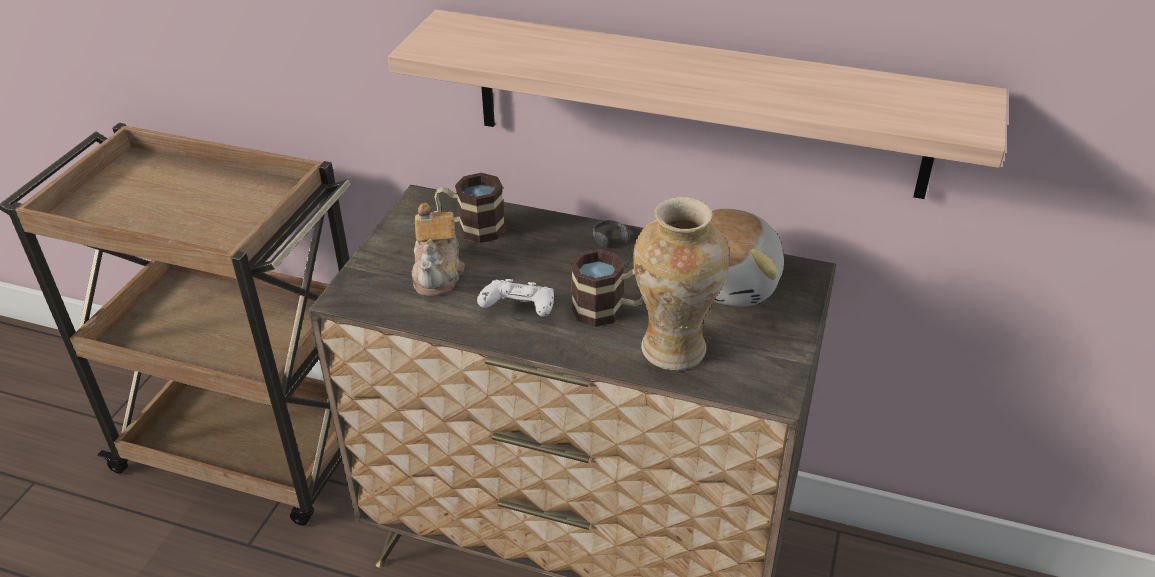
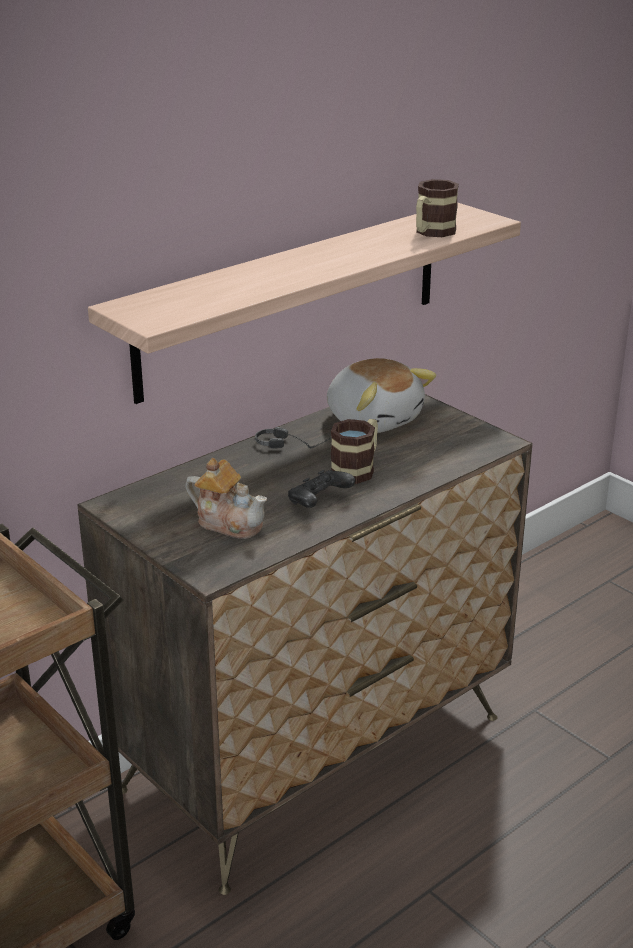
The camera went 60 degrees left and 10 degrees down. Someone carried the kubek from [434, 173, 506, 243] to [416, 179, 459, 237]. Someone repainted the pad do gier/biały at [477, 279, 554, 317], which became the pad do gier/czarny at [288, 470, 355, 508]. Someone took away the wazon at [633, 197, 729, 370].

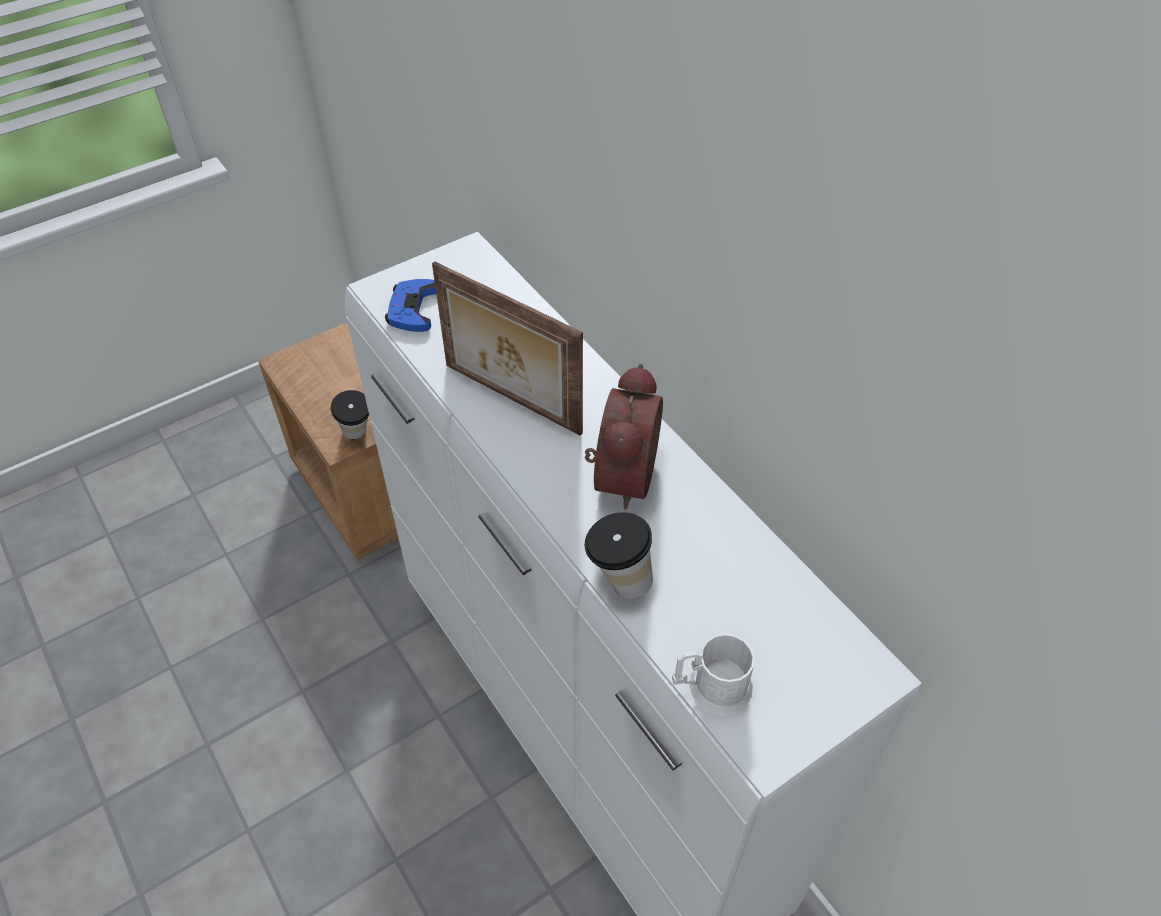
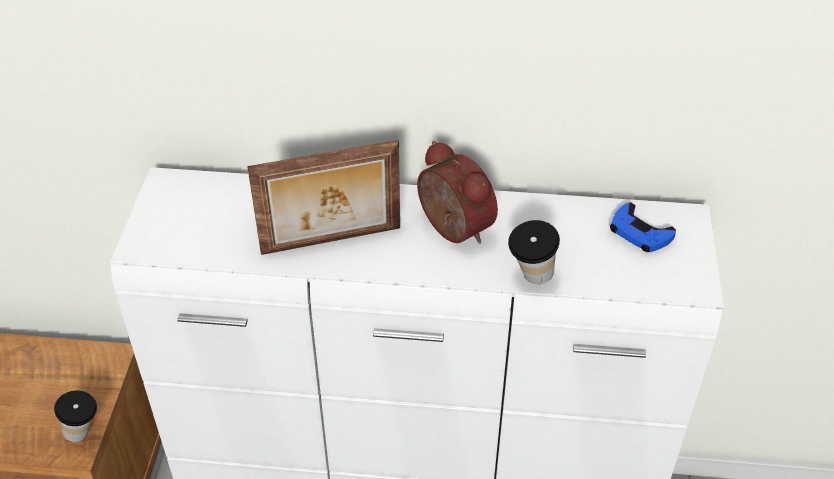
The camera went 50 degrees left and 5 degrees down. Someone carried the pad do gier/niebieski from [385, 279, 436, 332] to [610, 202, 676, 252]. Someone took away the kubek/biały at [672, 633, 755, 715].

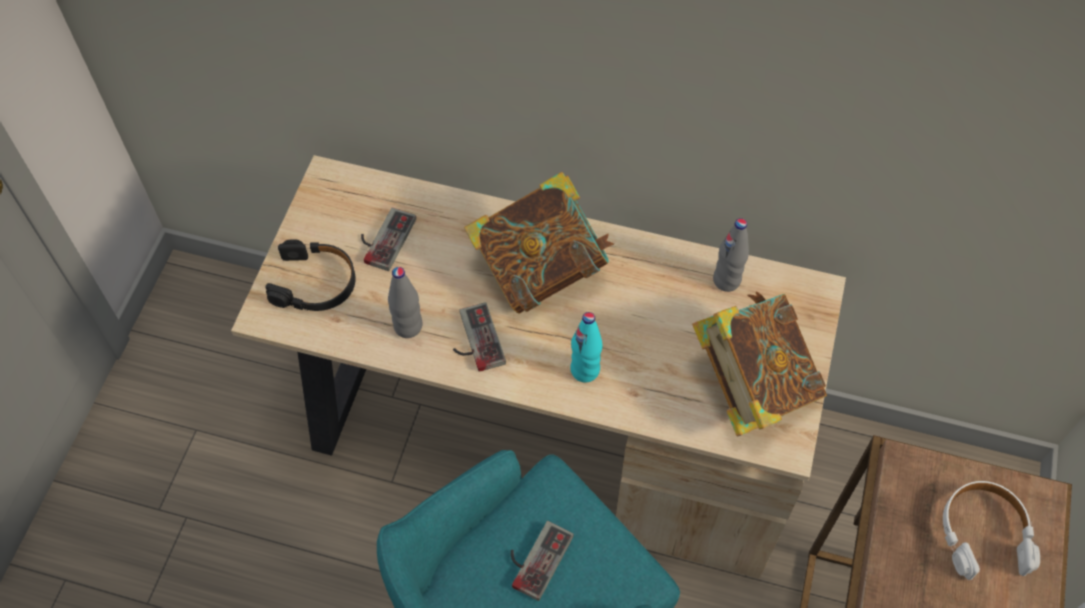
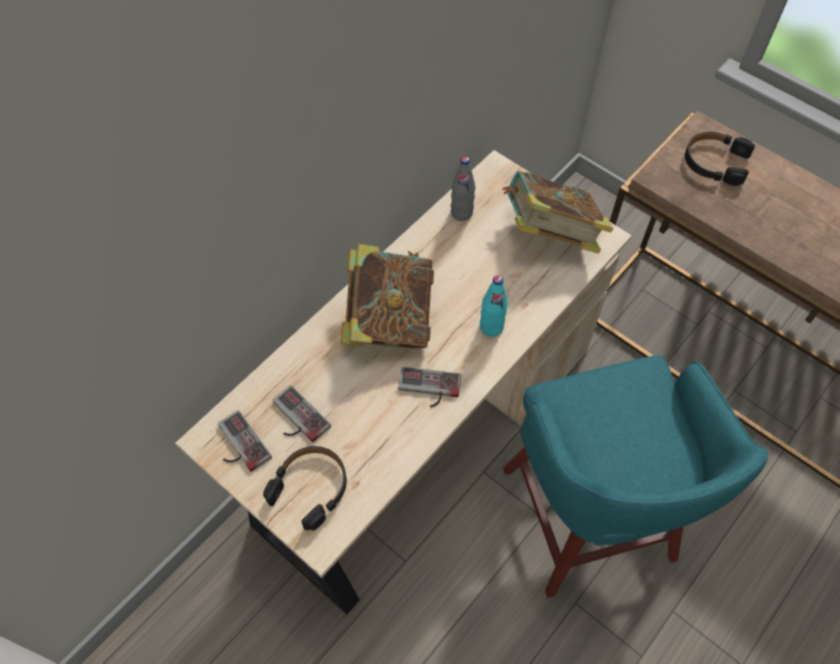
The camera went 65 degrees left and 0 degrees up. Someone took away the butelka/szary at [388, 267, 422, 338]. Someone carried the pad do gier from [511, 521, 574, 601] to [218, 410, 272, 472]. Someone repainted the słuchawki/biały at [943, 481, 1040, 580], which became the słuchawki/czarny at [685, 132, 755, 186].

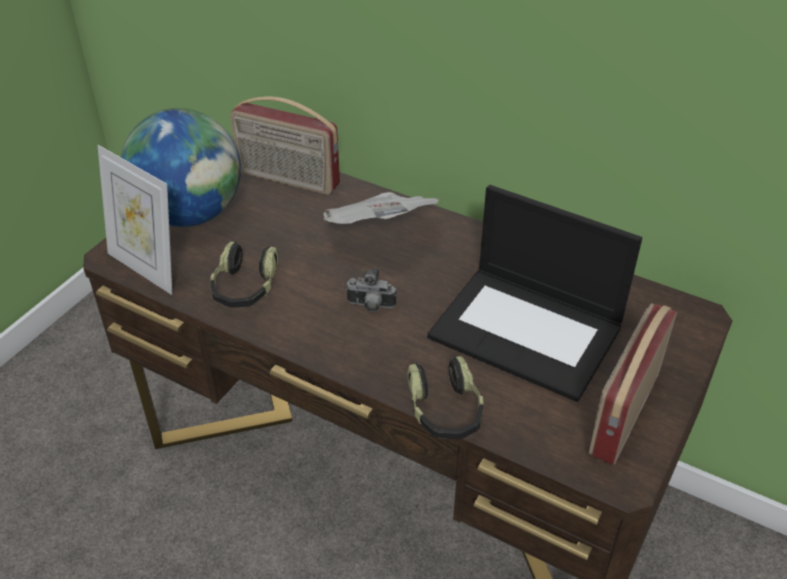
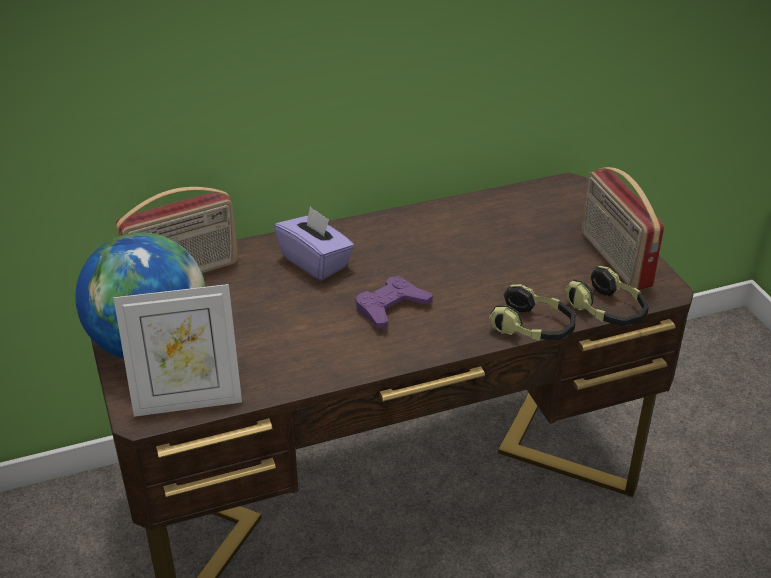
The camera went 50 degrees left and 5 degrees down. Someone carried the słuchawki from [210, 241, 278, 308] to [565, 266, 649, 326]. Someone swapped the gazeta at [323, 192, 439, 224] for the pudełko chusteczek/fioletowy at [274, 206, 354, 281]. Someone swapped the aparat fotograficzny at [346, 267, 396, 312] for the pad do gier/fioletowy at [356, 276, 433, 329]. Someone took away the laptop at [427, 185, 642, 402].

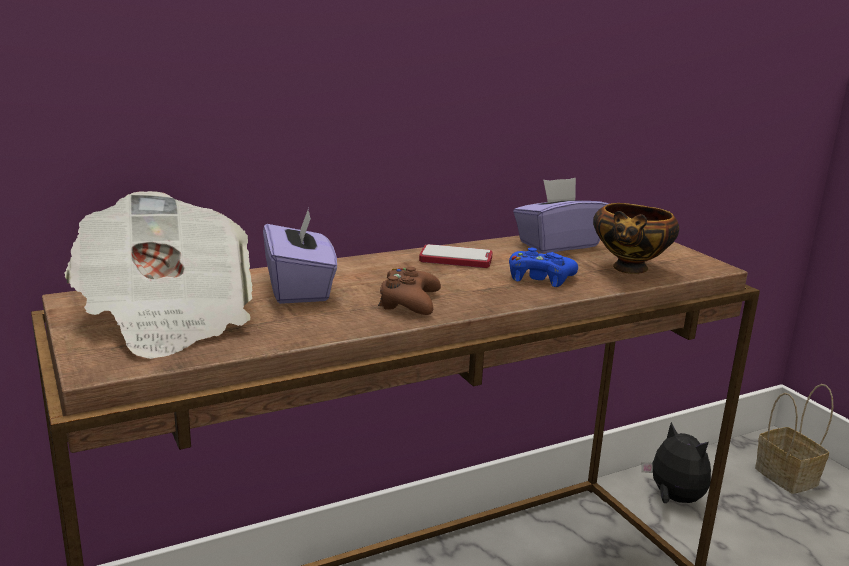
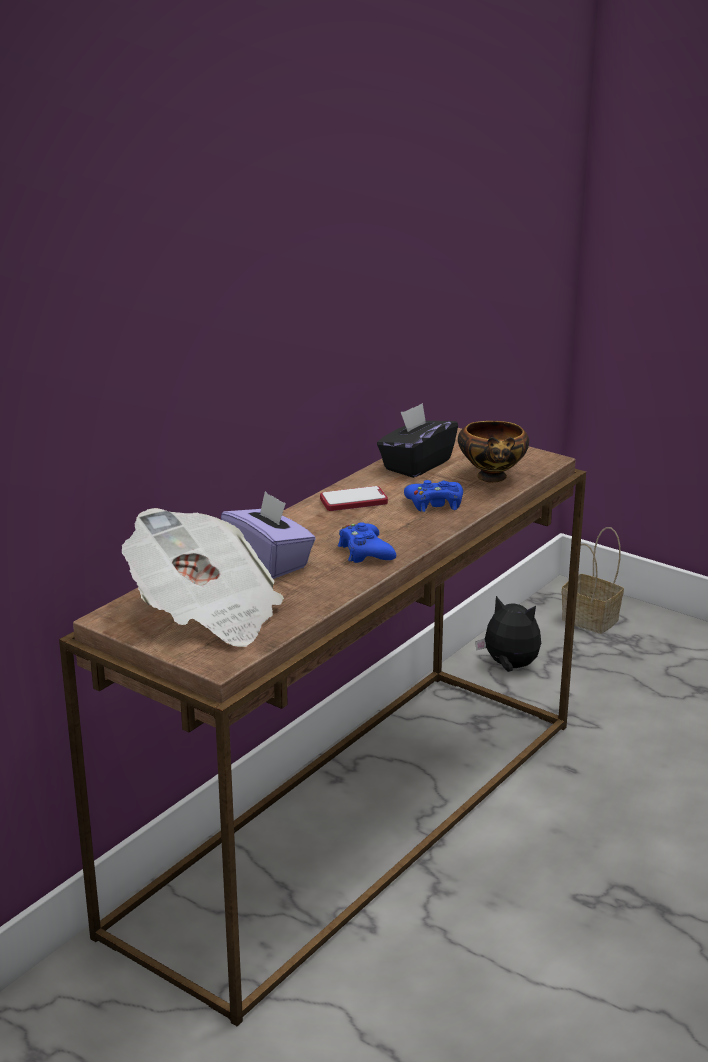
The camera went 25 degrees left and 5 degrees up. Someone repainted the pad do gier/brązowy at [378, 267, 441, 315], which became the pad do gier/niebieski at [338, 522, 396, 563]. Someone repainted the pudełko chusteczek/fioletowy at [513, 178, 609, 253], which became the pudełko chusteczek/czarny at [377, 403, 458, 478].

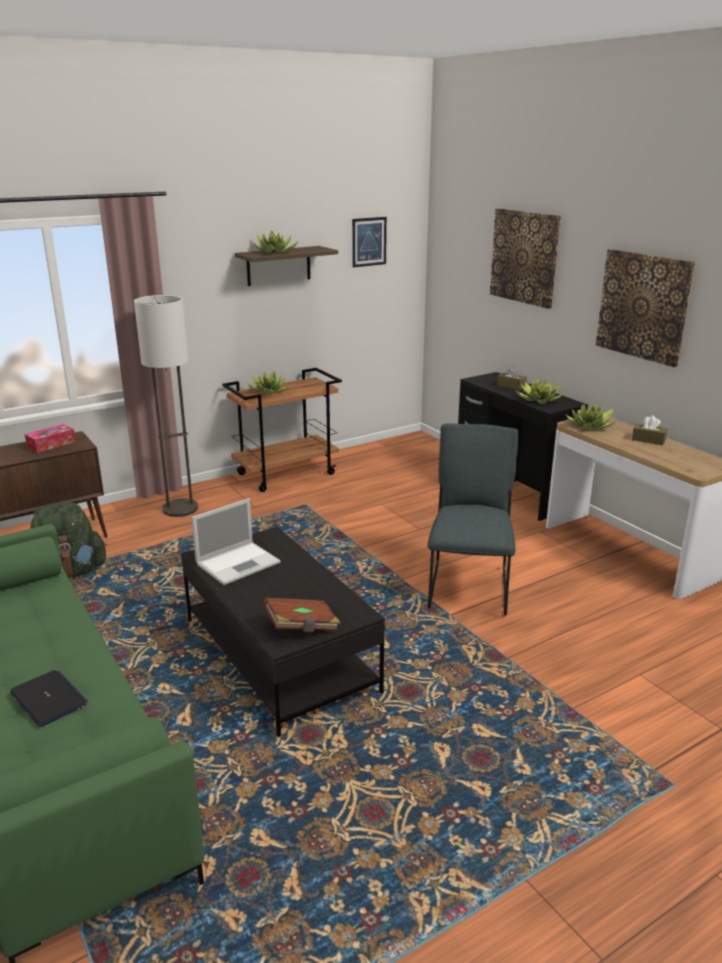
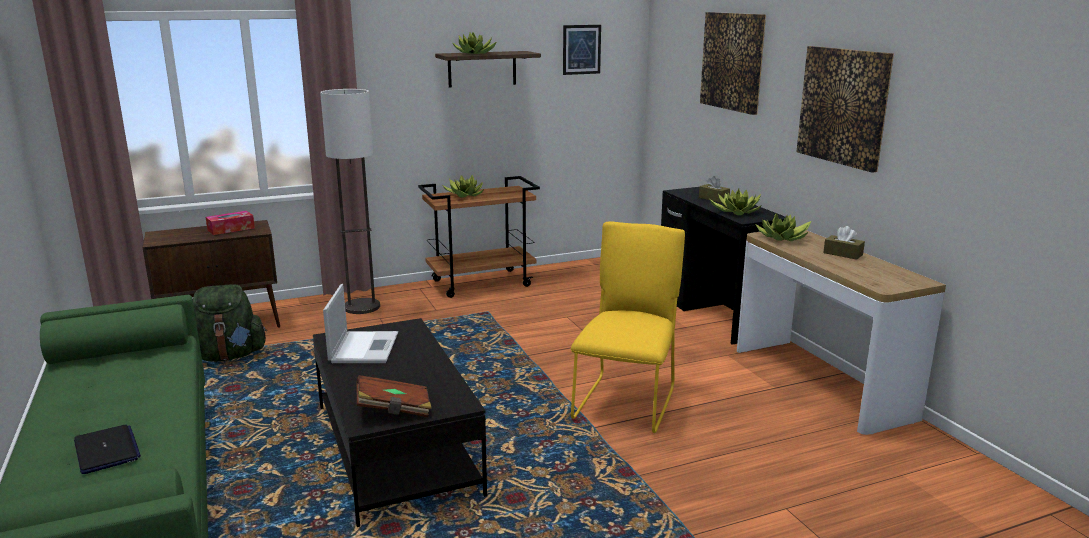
The camera went 10 degrees right and 5 degrees down. Someone rotated the laptop at [191, 498, 281, 585] by 60 degrees counterclockwise. Someone repainted the krzesło/szary at [428, 423, 519, 616], which became the krzesło/żółty at [571, 221, 685, 433].

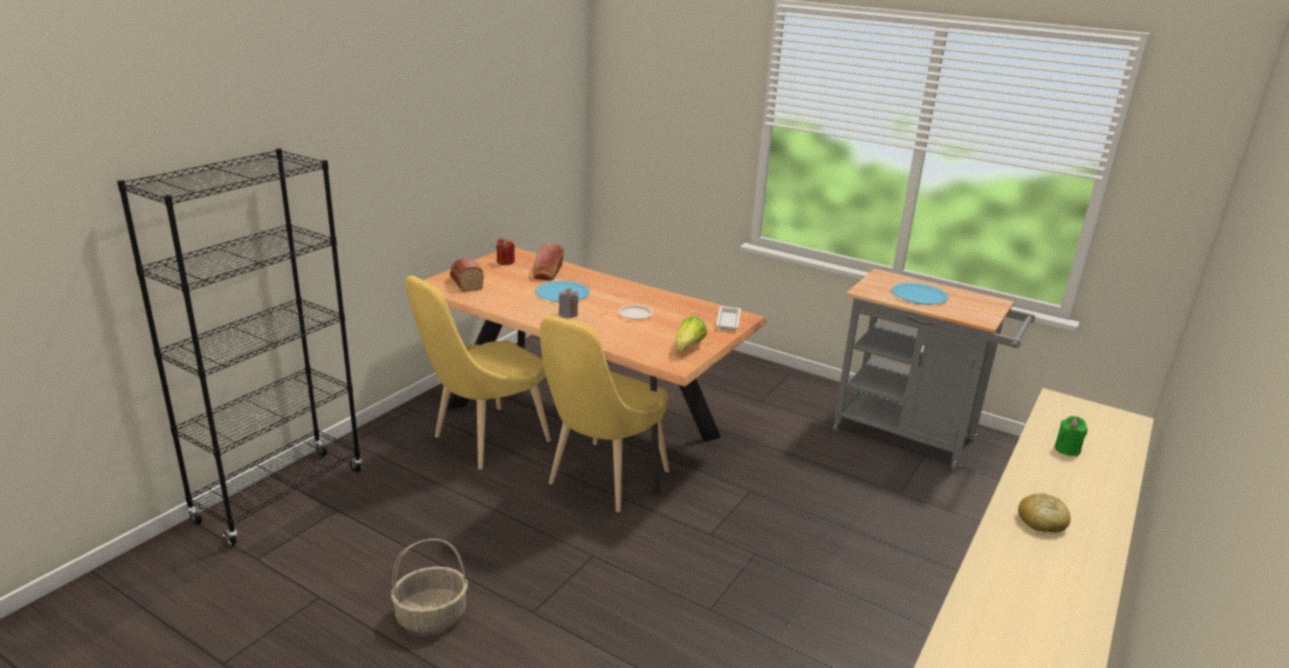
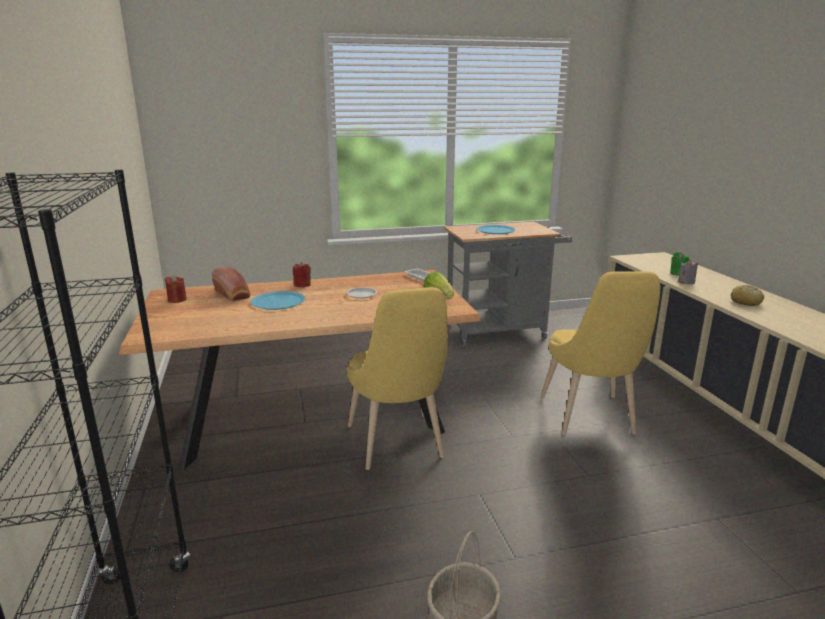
The camera went 45 degrees left and 5 degrees down. Someone carried the krzesło/żółty from [405, 275, 551, 470] to [540, 271, 660, 435]. Someone took away the chleb at [450, 259, 484, 292]. Someone carried the świeca/szary from [559, 288, 579, 318] to [678, 260, 698, 284]. Someone put down the świeca/czerwony at [293, 262, 311, 288].

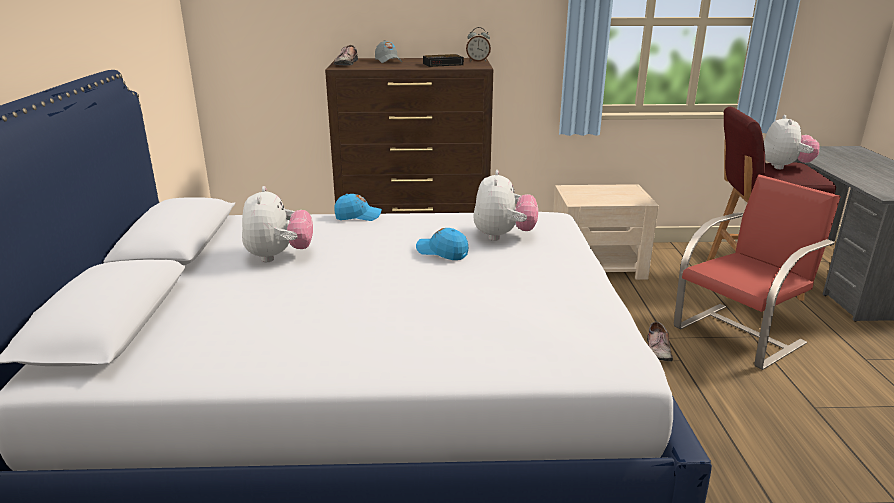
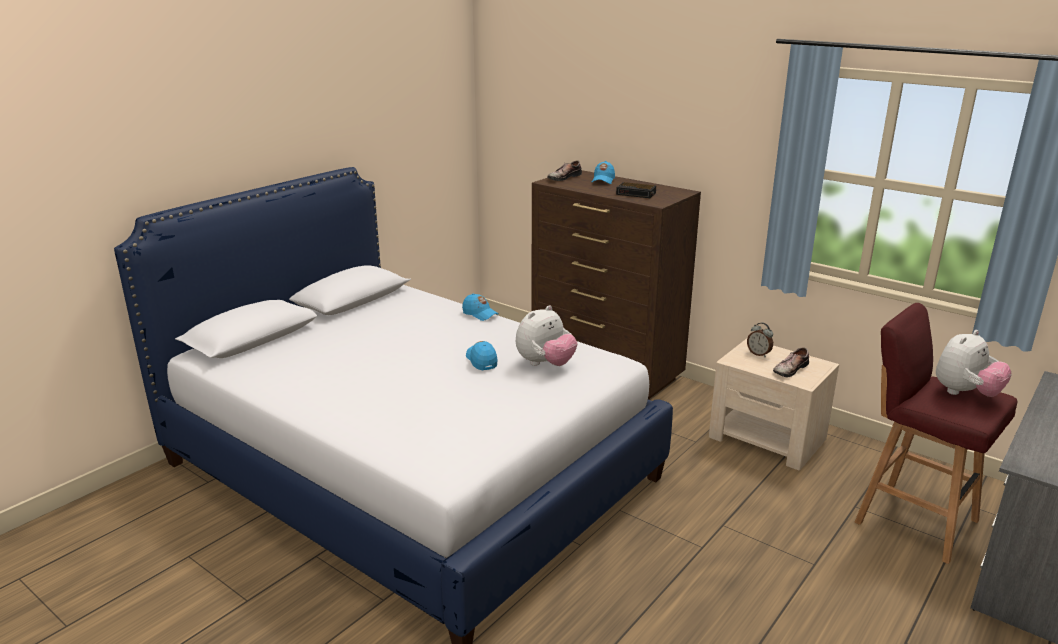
The camera went 40 degrees right and 0 degrees up. Someone took away the pluszak at [242, 186, 313, 262]. Someone repainted the czapka z daszkiem/szary at [375, 40, 402, 63], which became the czapka z daszkiem/niebieski at [591, 161, 615, 184]. Someone carried the budzik from [466, 27, 491, 62] to [747, 322, 773, 357]. Someone carried the but from [647, 322, 673, 361] to [773, 347, 809, 377]. Someone took away the krzesło/czerwony at [674, 175, 841, 370].

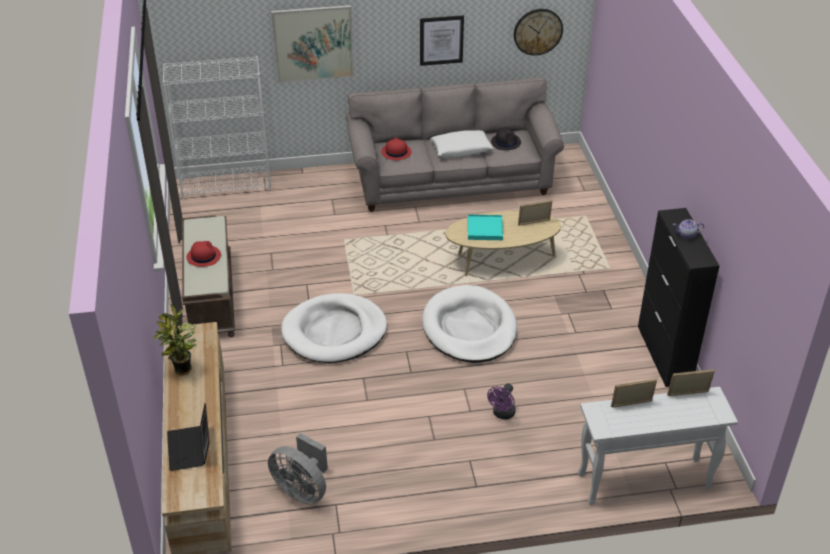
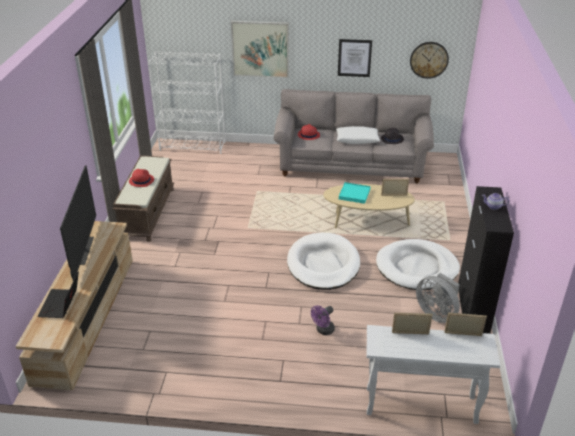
The camera went 15 degrees right and 5 degrees down. Someone swapped the roślina doniczkowa at [152, 303, 197, 376] for the telewizor at [60, 165, 96, 281]. Someone carried the wentylator/szary from [268, 433, 328, 504] to [416, 273, 460, 323]. Someone carried the legowisko/biały from [281, 293, 387, 363] to [376, 239, 460, 290].

